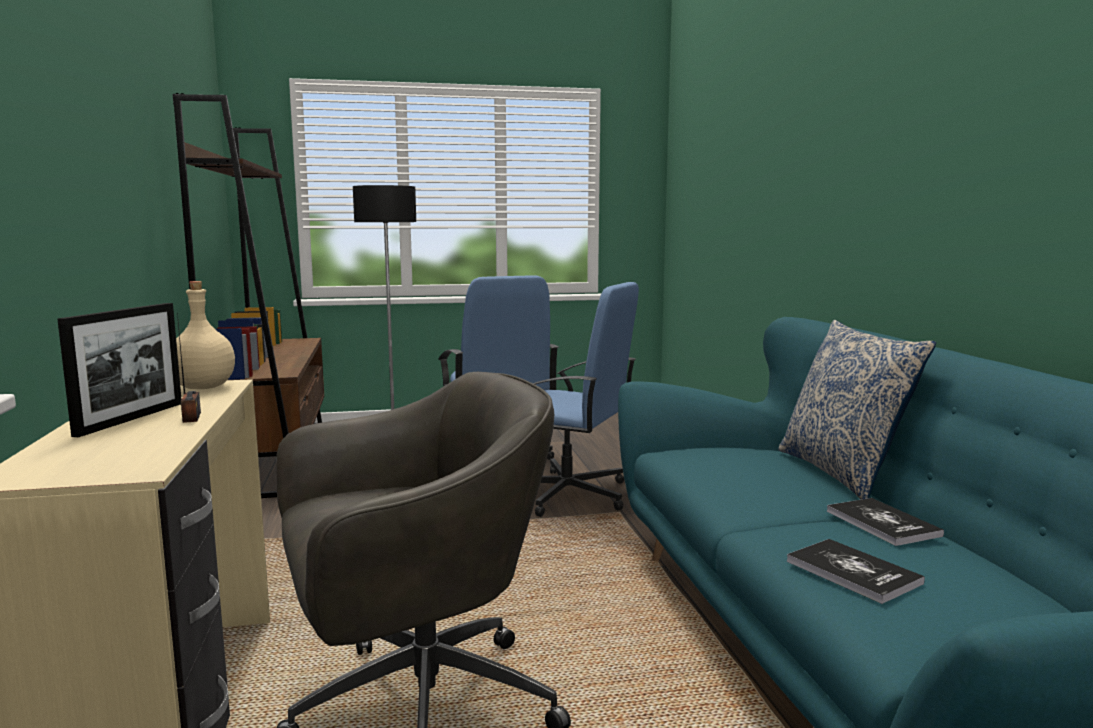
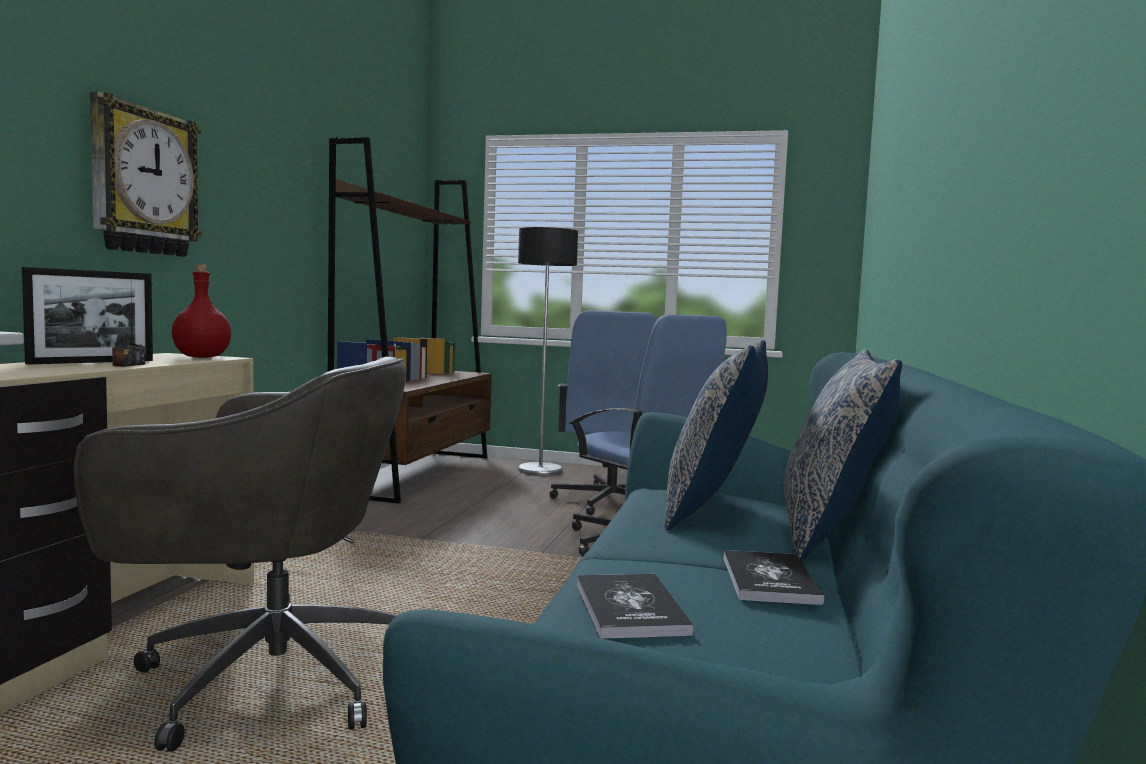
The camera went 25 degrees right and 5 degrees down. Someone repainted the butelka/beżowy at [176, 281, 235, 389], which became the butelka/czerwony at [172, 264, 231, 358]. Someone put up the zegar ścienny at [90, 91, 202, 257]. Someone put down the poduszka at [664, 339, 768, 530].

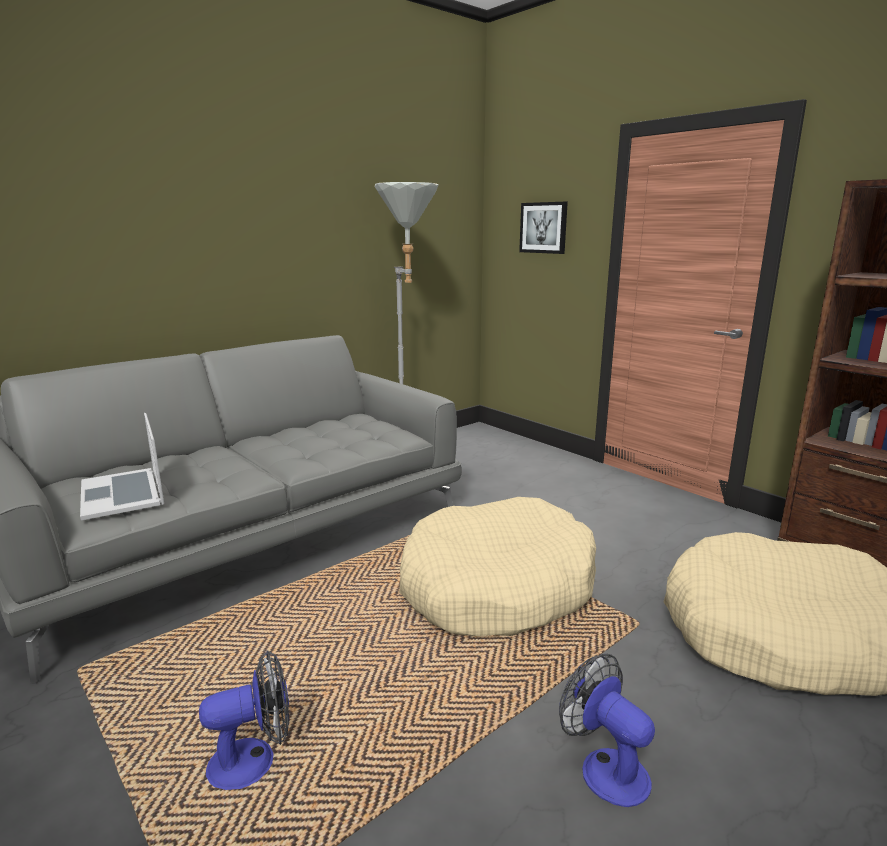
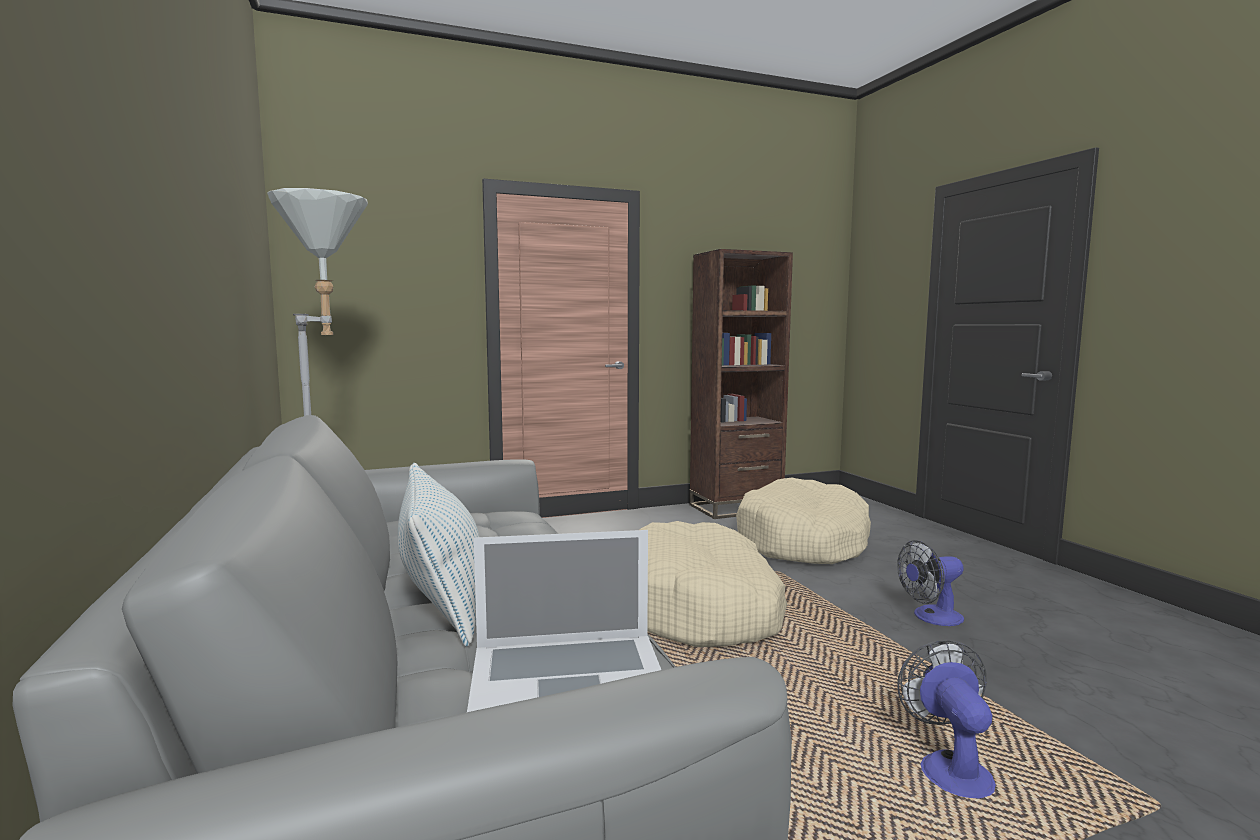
The camera went 70 degrees left and 10 degrees down. Someone took away the obraz at [519, 202, 568, 254]. Someone put down the poduszka at [398, 463, 480, 647].

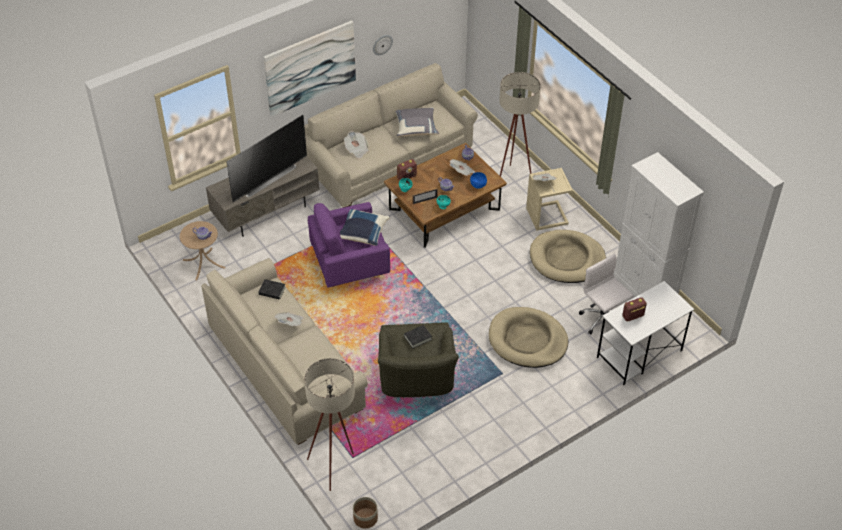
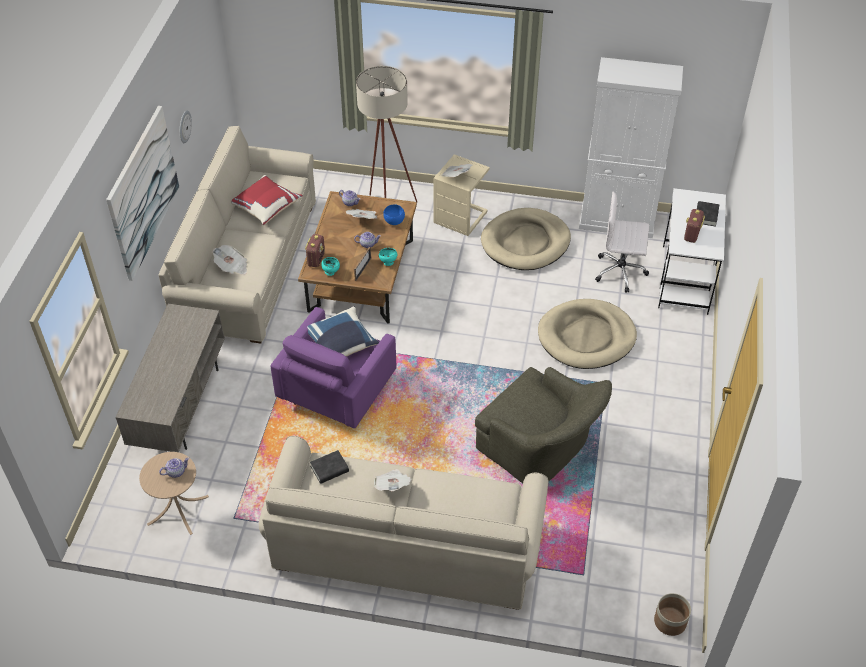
The camera went 45 degrees left and 0 degrees up. Someone took away the telewizor at [227, 115, 307, 202]. Someone took away the lampa stojąca/beżowy at [304, 358, 355, 491]. Someone repainted the poduszka/szary at [395, 107, 439, 137], which became the poduszka/czerwony at [232, 175, 303, 225]. Someone carried the książka/czarny from [404, 325, 432, 348] to [697, 201, 719, 227].

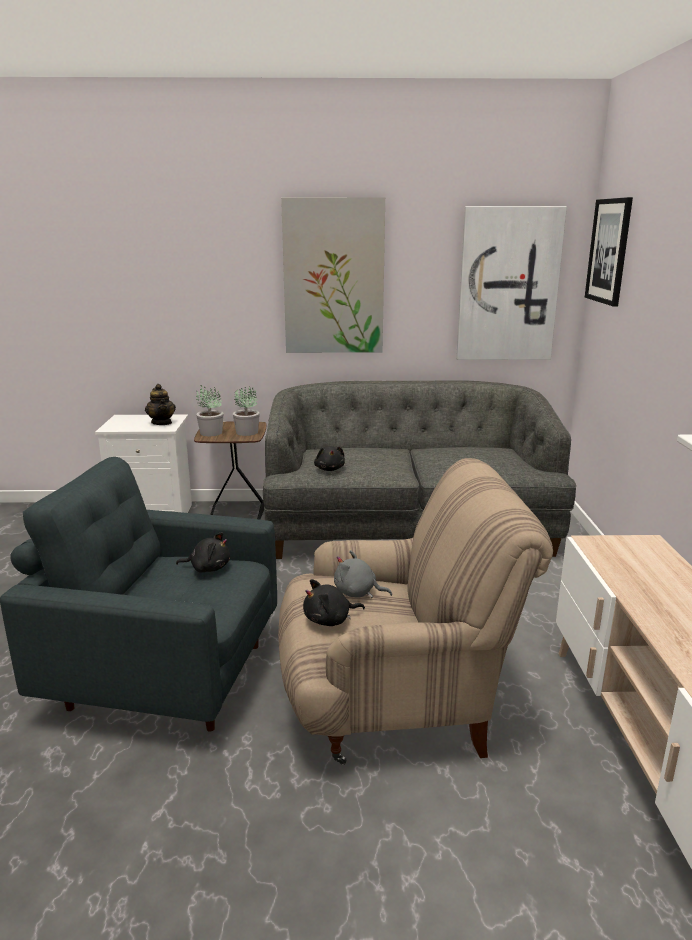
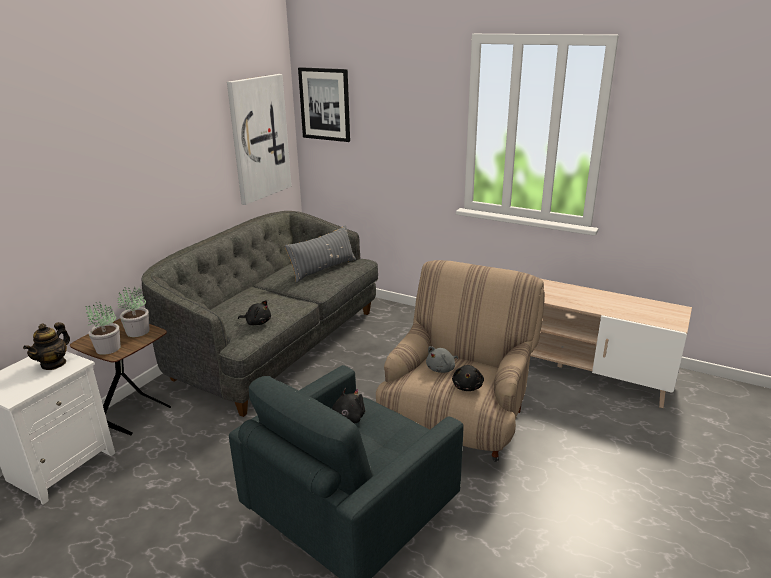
The camera went 60 degrees left and 5 degrees up. Someone rotated the imbryk at [145, 384, 176, 425] by 105 degrees clockwise. Someone took away the obraz at [281, 197, 385, 353]. Someone put down the poduszka/szary at [284, 225, 356, 283].

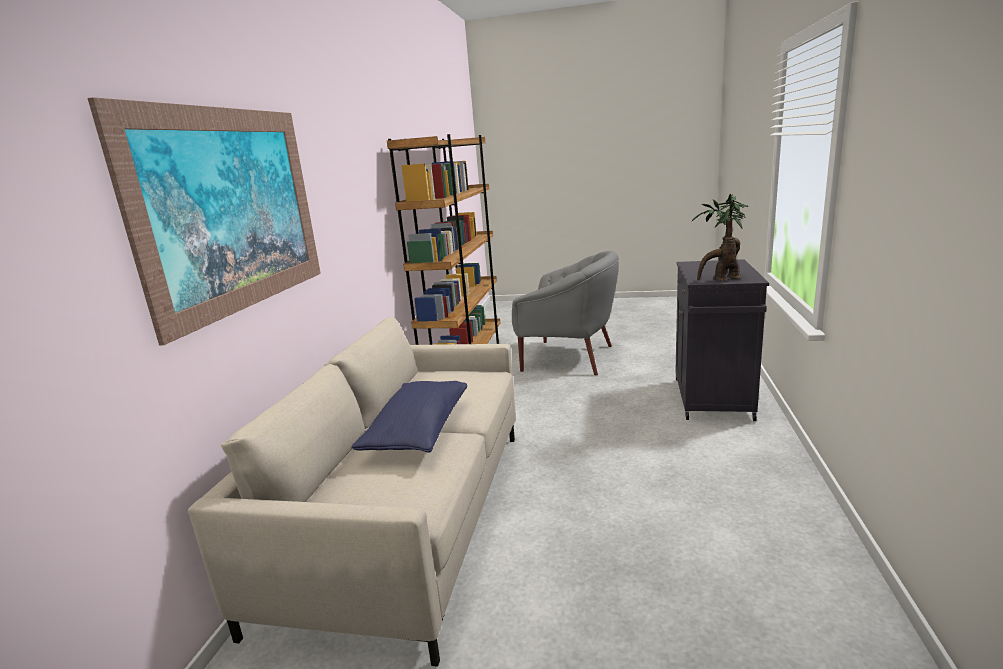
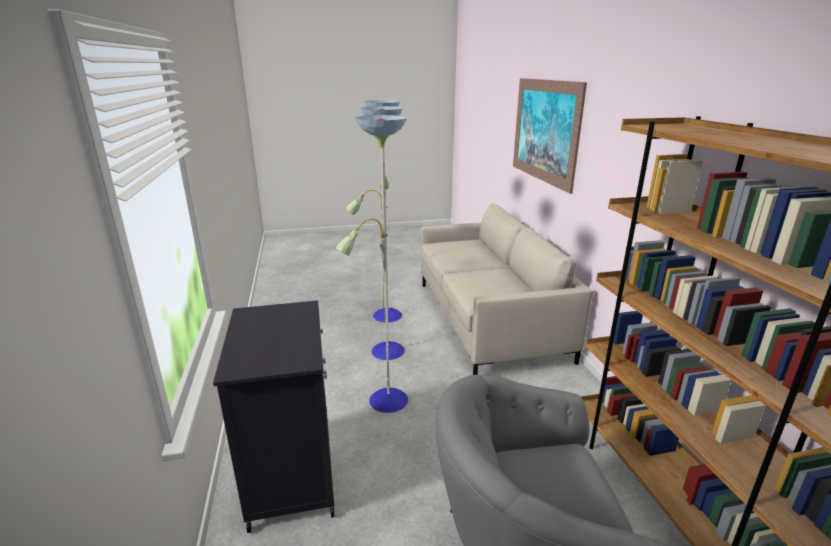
The camera went 155 degrees right and 5 degrees up. Someone took away the poduszka/niebieski at [351, 381, 467, 453]. Someone took away the roślina doniczkowa at [692, 194, 748, 281]. Someone put down the lampa stojąca at [336, 100, 408, 413].

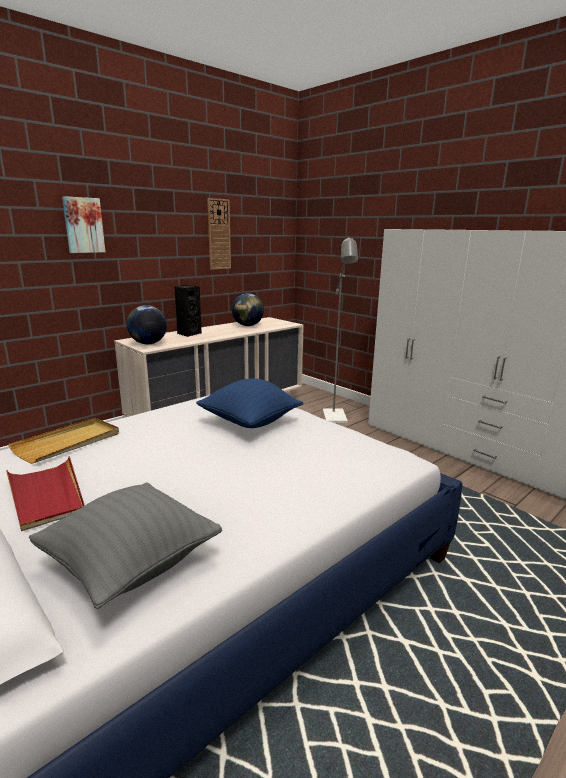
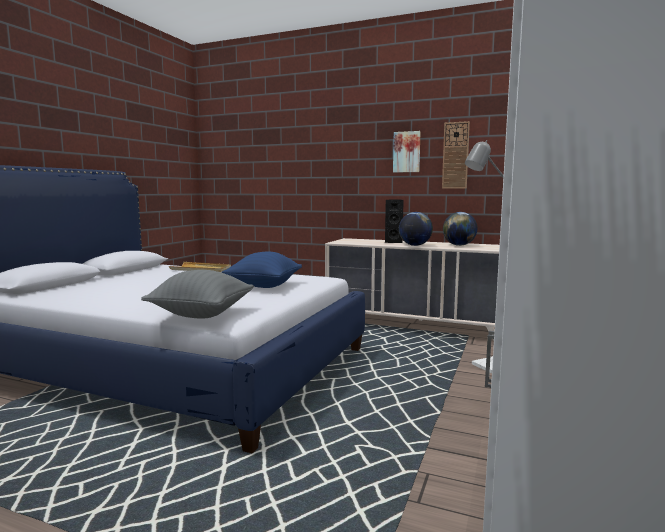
The camera went 65 degrees right and 10 degrees down. Someone took away the taca/czerwony at [6, 456, 85, 531]. Someone carried the poduszka/szary from [29, 482, 222, 609] to [141, 270, 254, 318]. Someone carried the obraz from [62, 196, 106, 253] to [393, 131, 421, 173]. Someone carried the globus from [127, 305, 167, 344] to [399, 212, 433, 246].

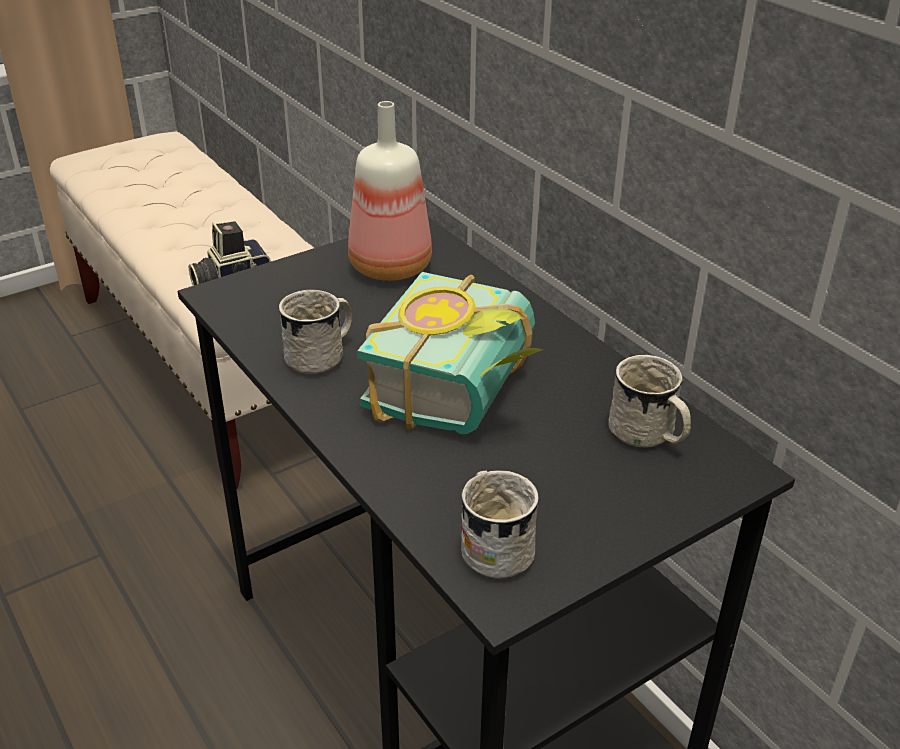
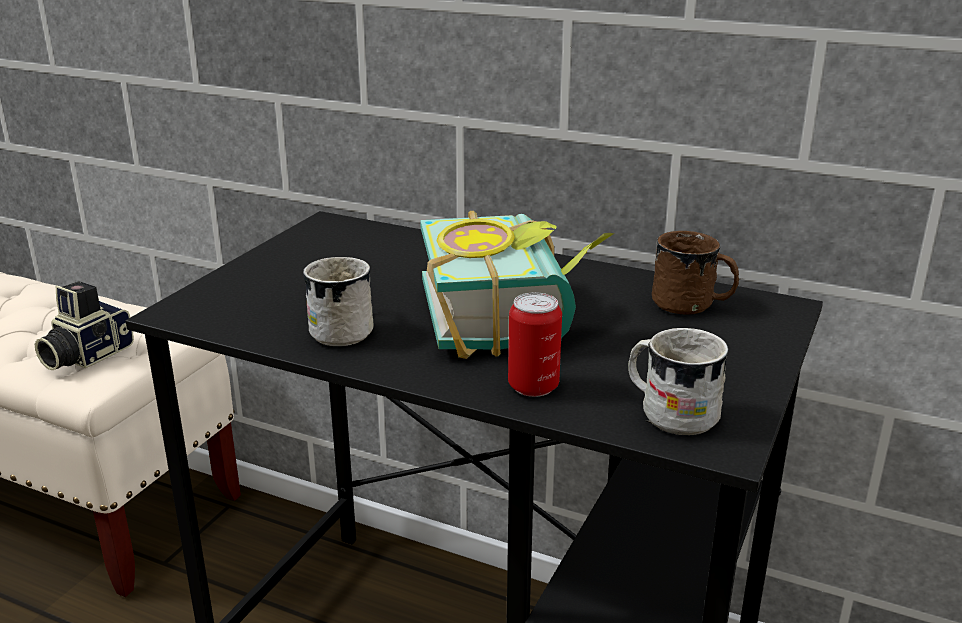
The camera went 30 degrees left and 10 degrees down. Someone took away the butelka at [348, 101, 432, 281]. Someone repainted the kubek/biały at [608, 355, 691, 448], which became the kubek/brązowy at [652, 231, 739, 315]. Someone put down the puszka at [508, 292, 562, 397].

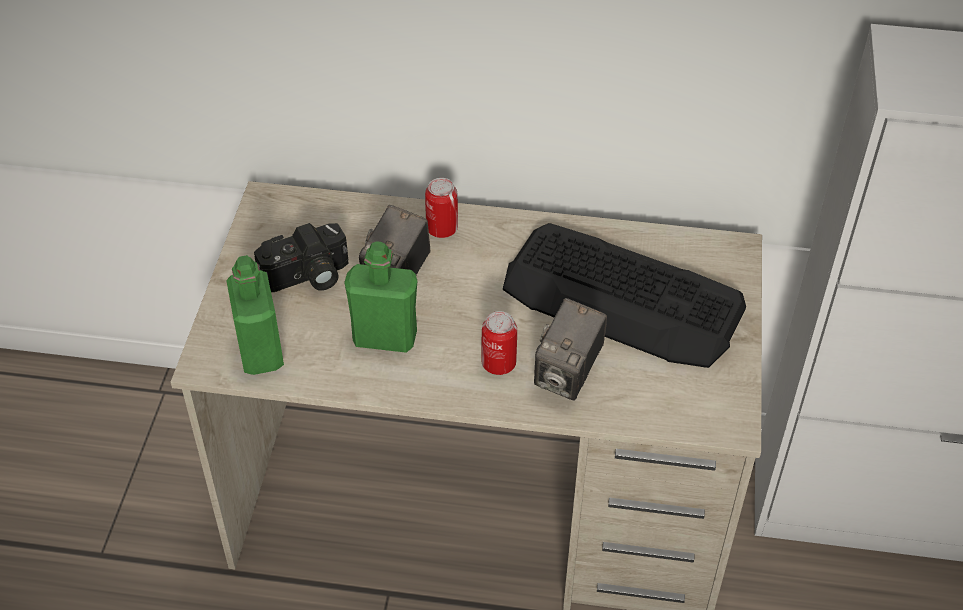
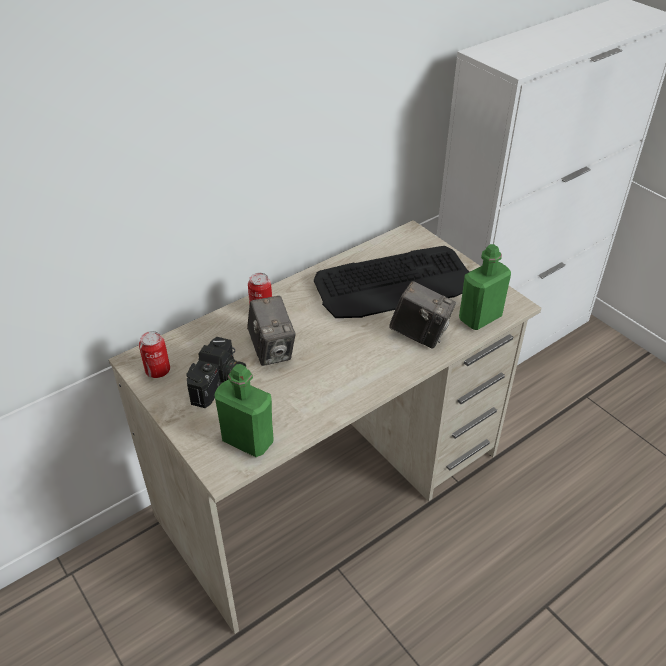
The camera went 45 degrees left and 5 degrees down. Someone carried the butelka/zielony from [344, 241, 417, 353] to [459, 244, 511, 330]. Someone carried the puszka from [481, 311, 517, 375] to [139, 331, 170, 378]. Someone rotated the aparat fotograficzny at [534, 298, 607, 401] by 45 degrees counterclockwise.

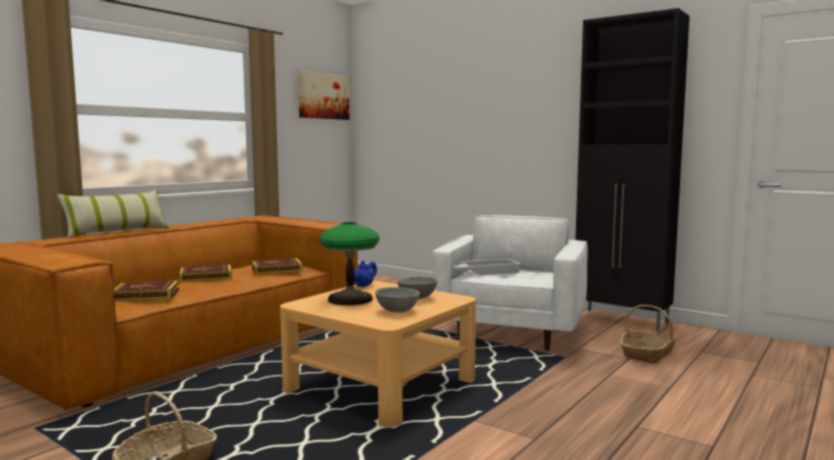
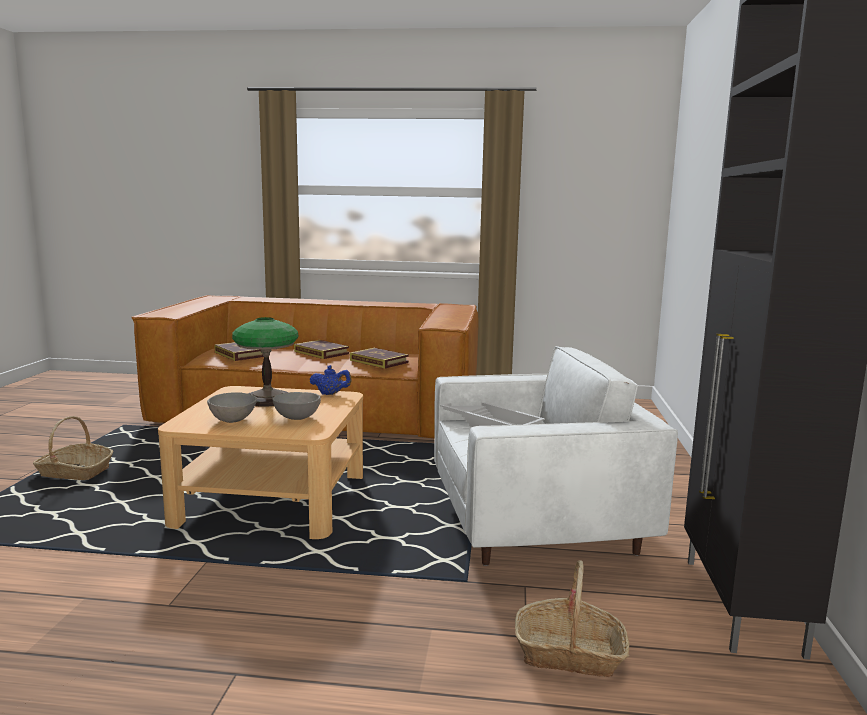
The camera went 60 degrees right and 5 degrees up. Someone took away the poduszka at [57, 190, 168, 238]. Someone took away the obraz at [298, 71, 350, 120].

